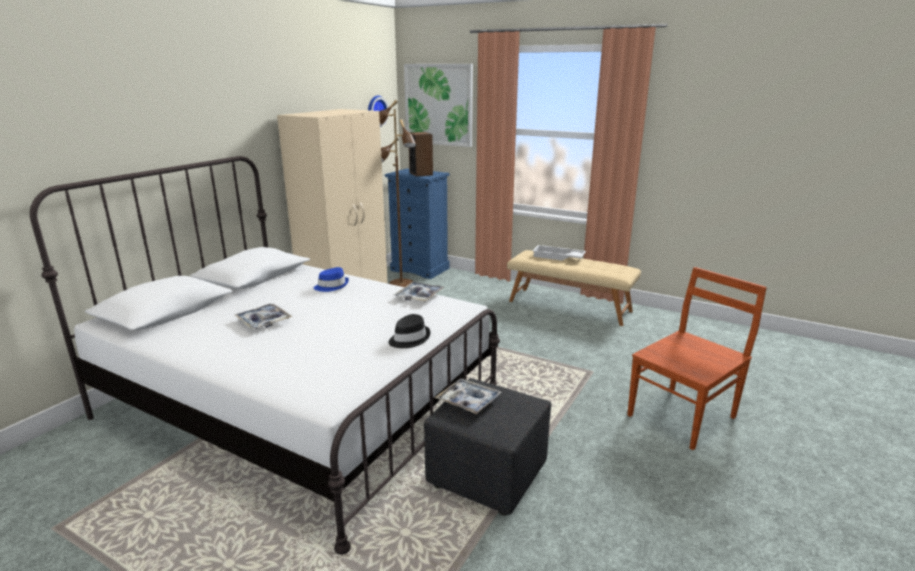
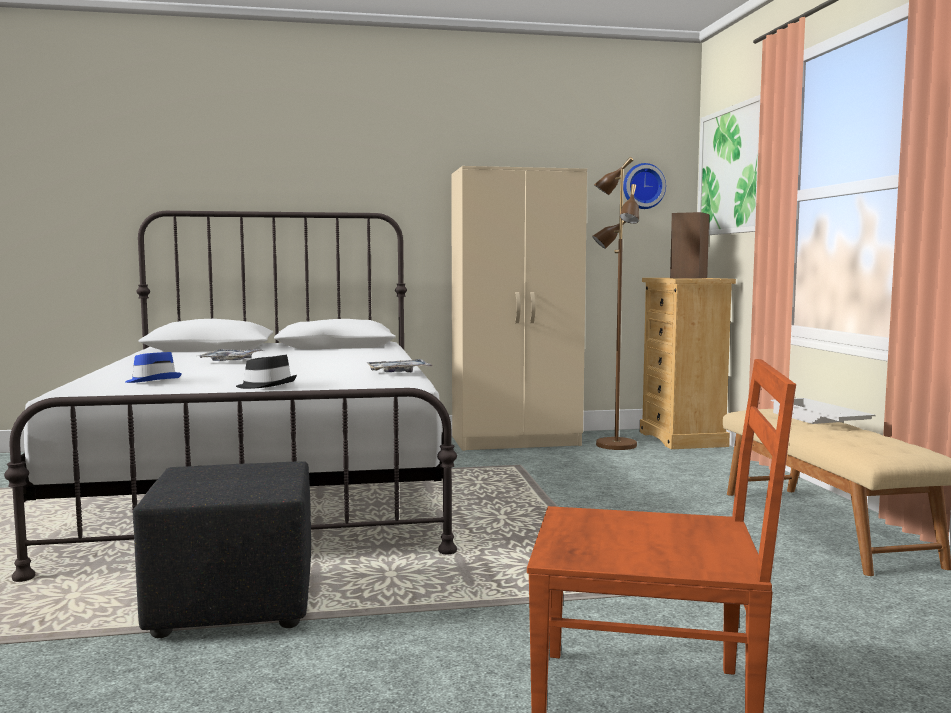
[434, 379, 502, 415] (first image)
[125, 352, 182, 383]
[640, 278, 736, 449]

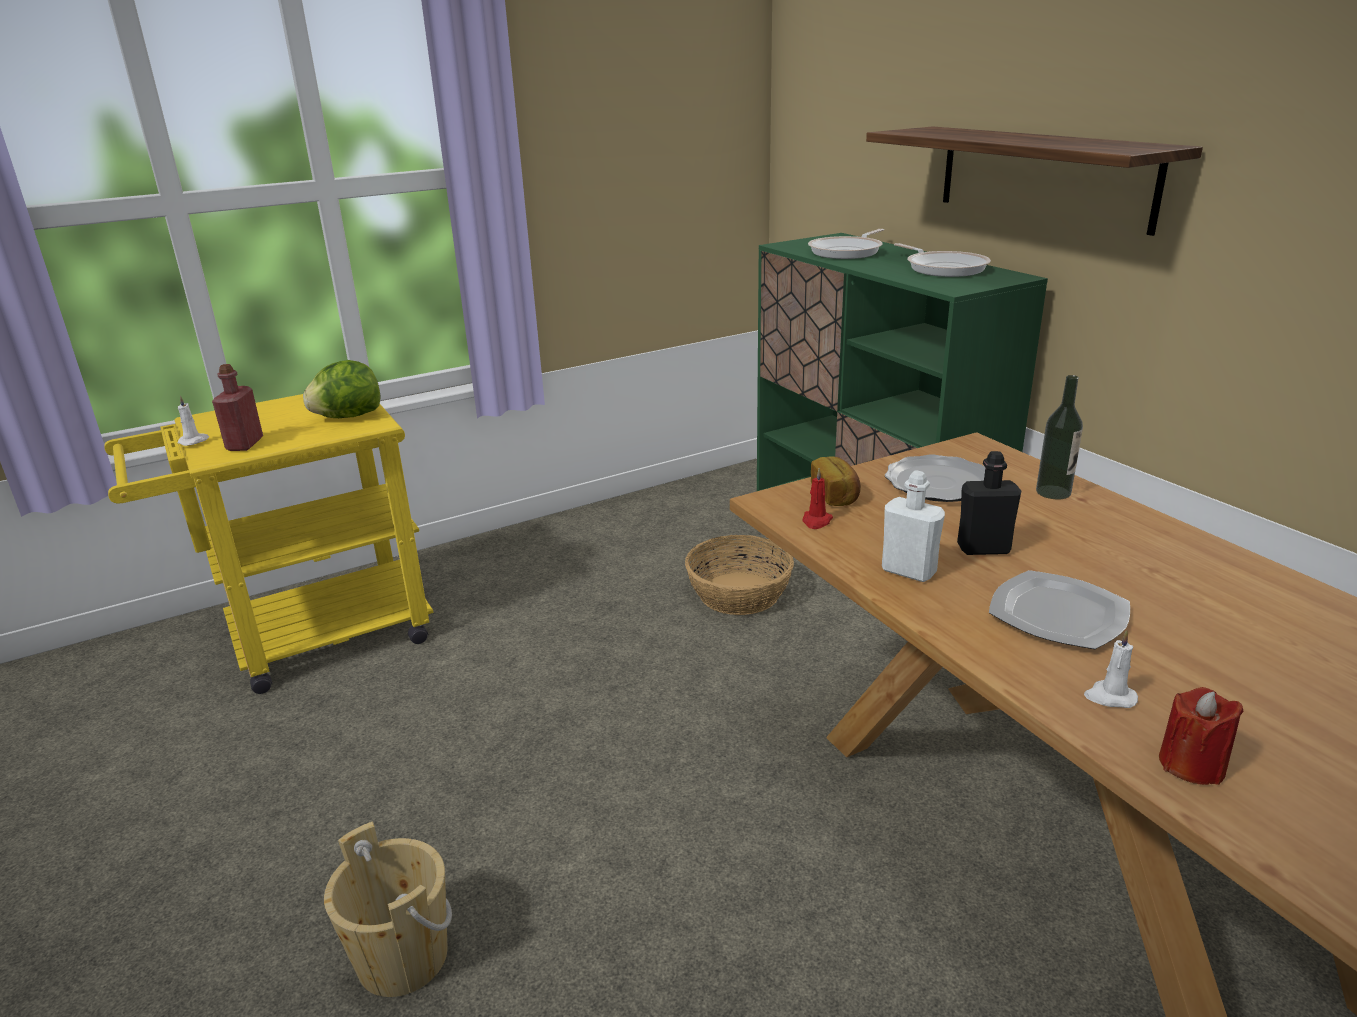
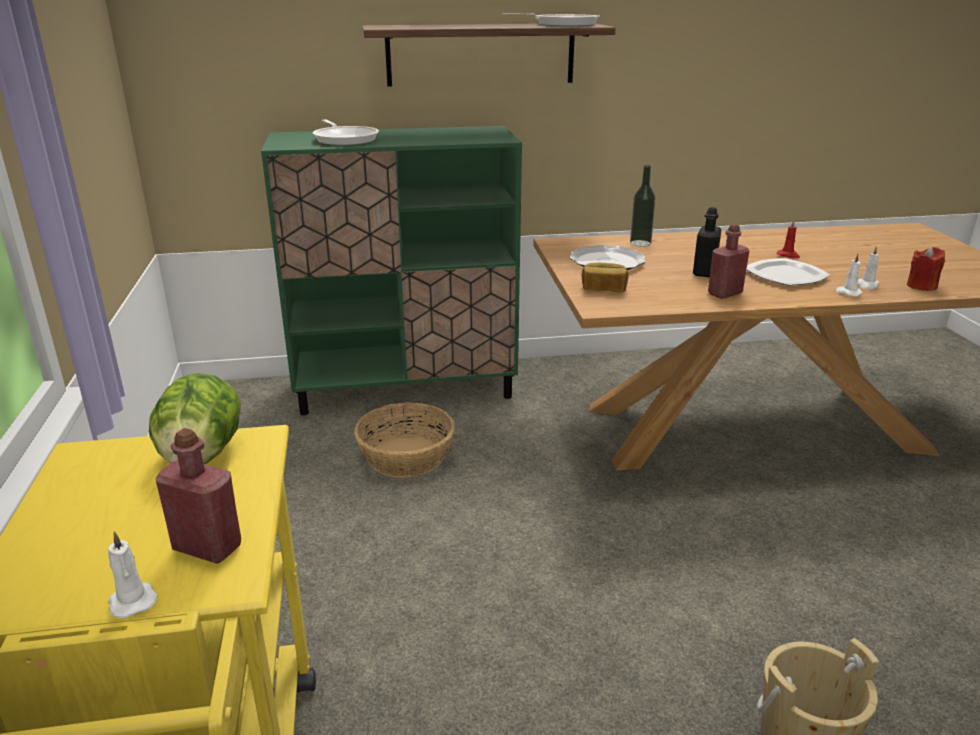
[836, 254, 863, 297]
[777, 220, 800, 258]
[502, 13, 600, 26]
[708, 224, 749, 299]

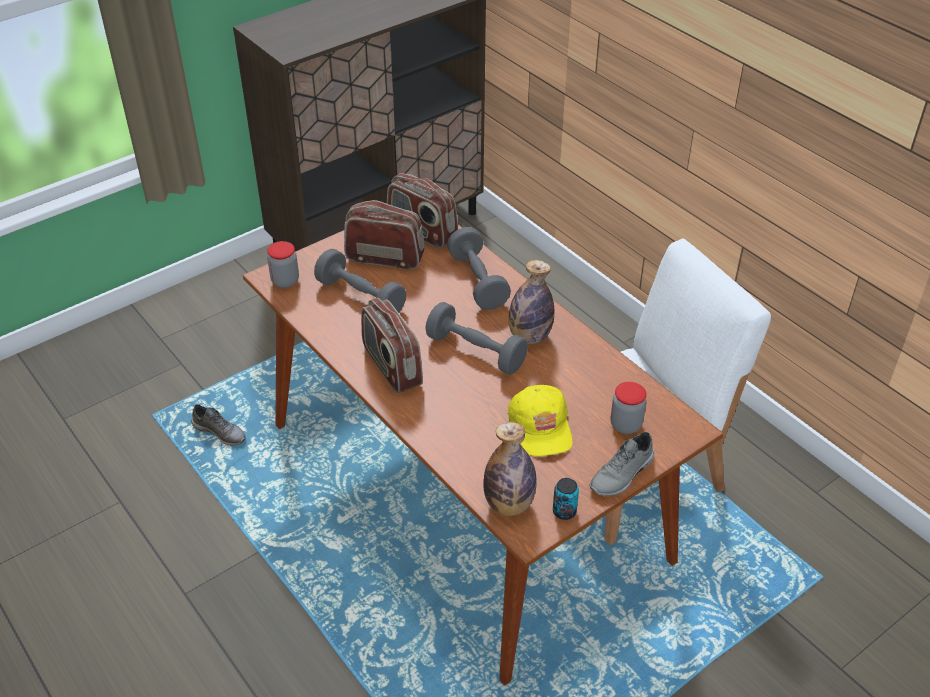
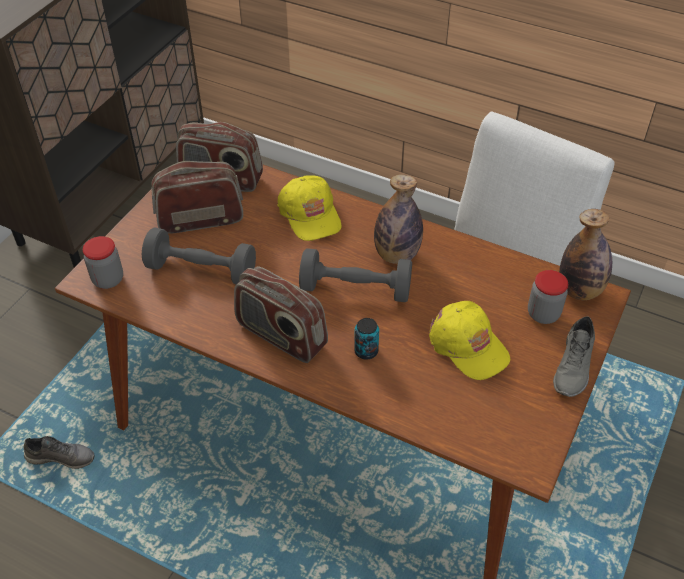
[559, 209, 612, 300]
[354, 318, 379, 360]
[277, 175, 342, 241]

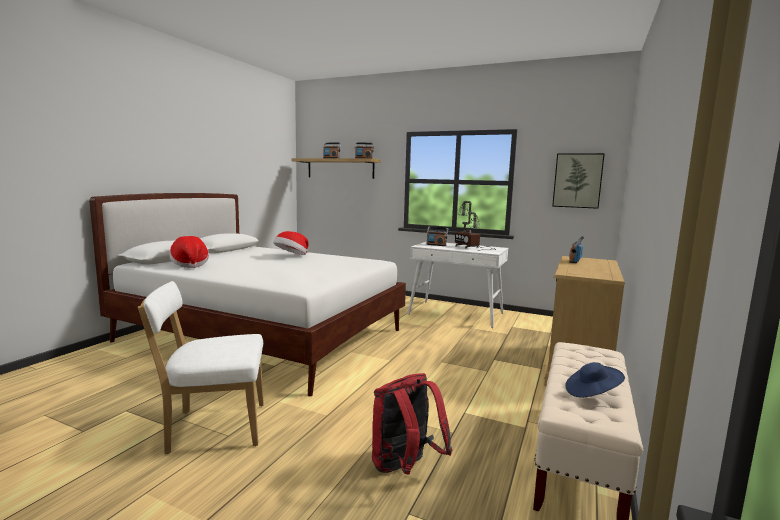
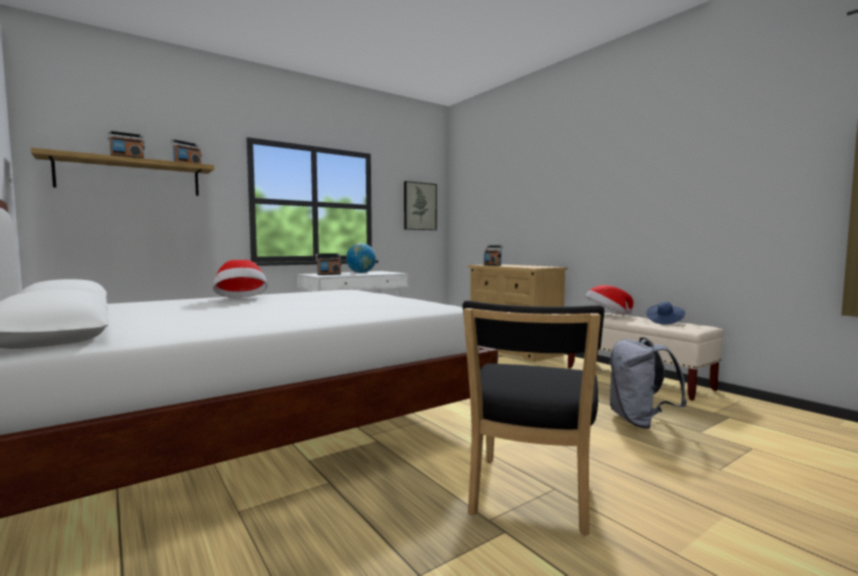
[585, 285, 633, 315]
[346, 243, 376, 273]
[463, 301, 604, 535]
[609, 337, 687, 429]

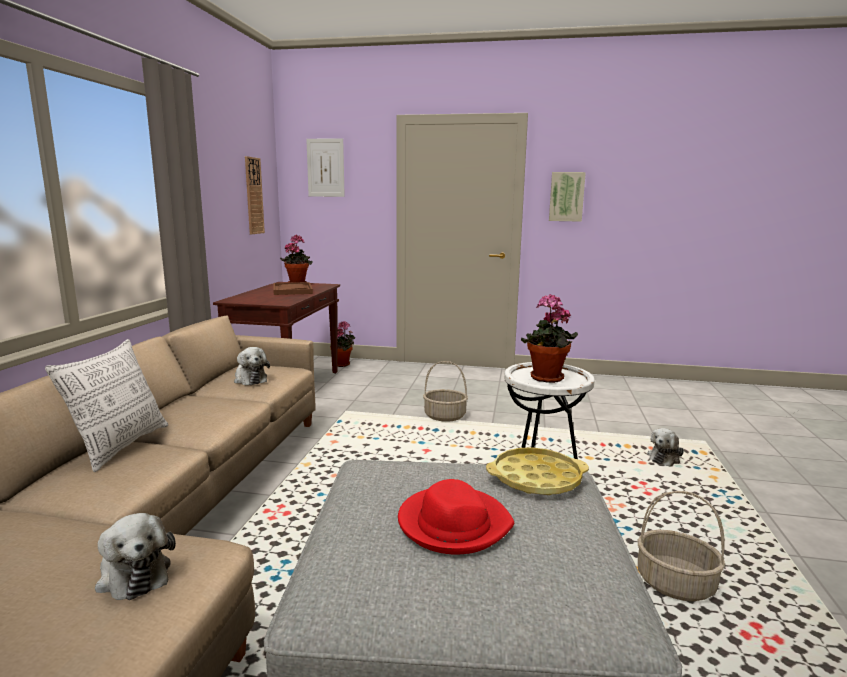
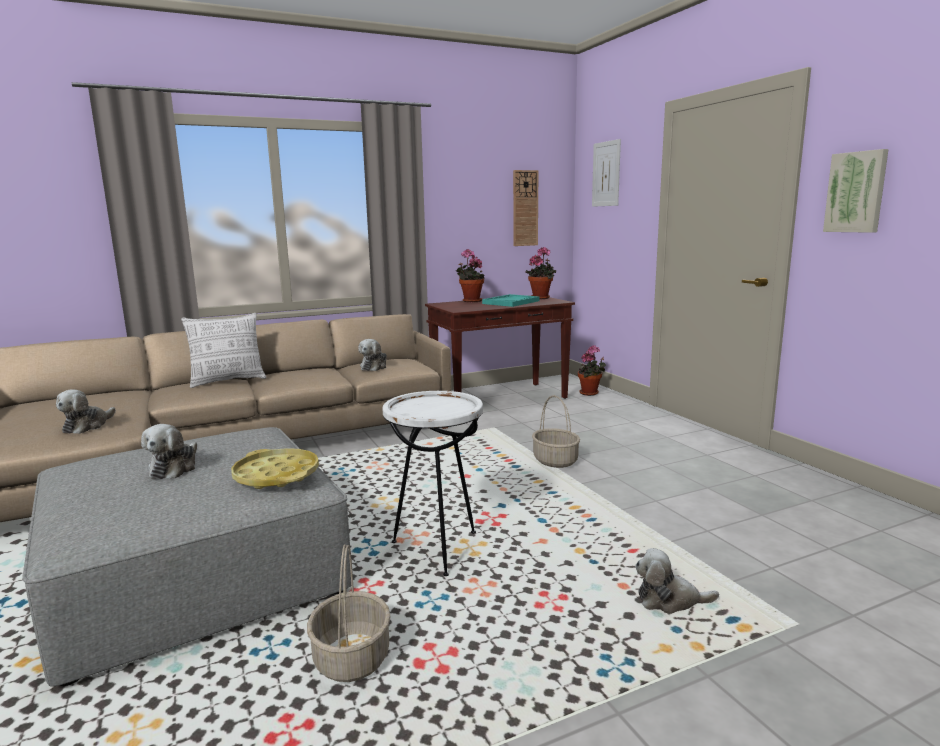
[456, 249, 484, 302]
[141, 424, 197, 479]
[482, 294, 540, 307]

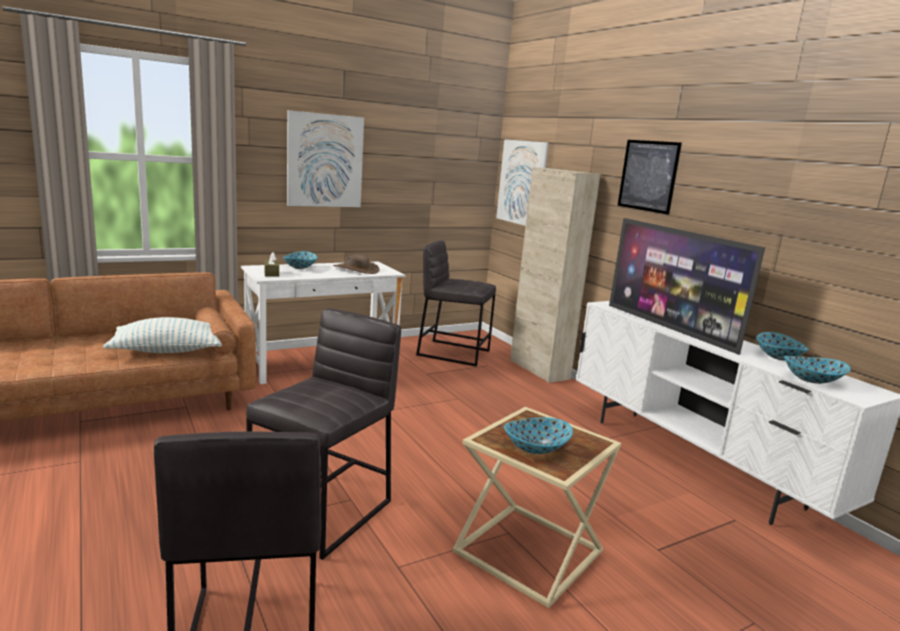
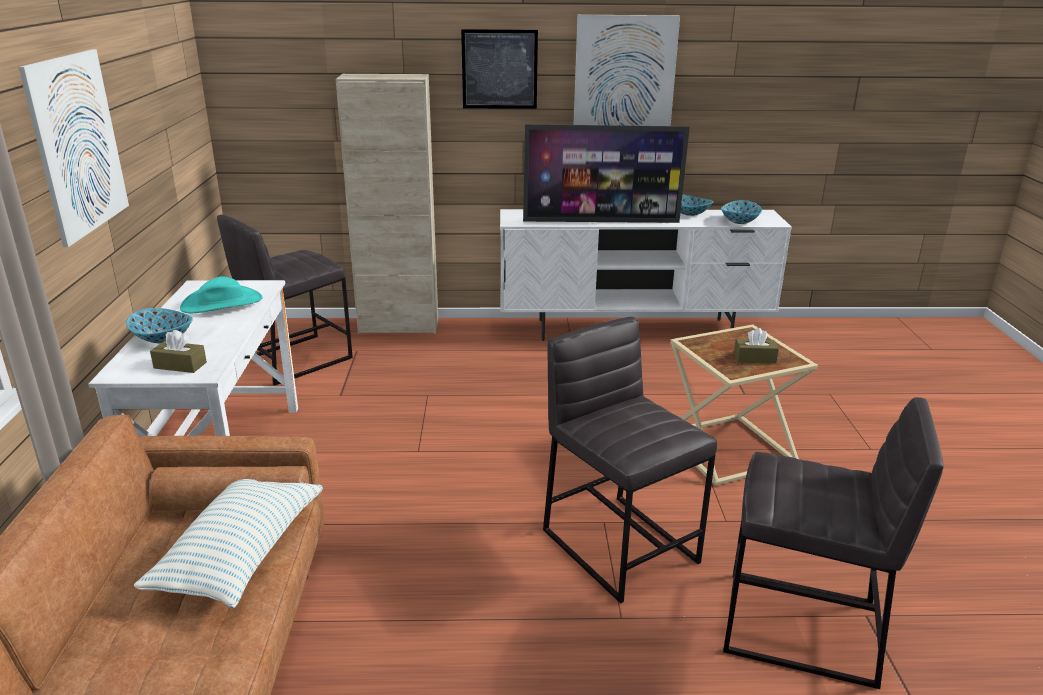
[574, 15, 680, 126]
[734, 328, 779, 364]
[180, 276, 263, 313]

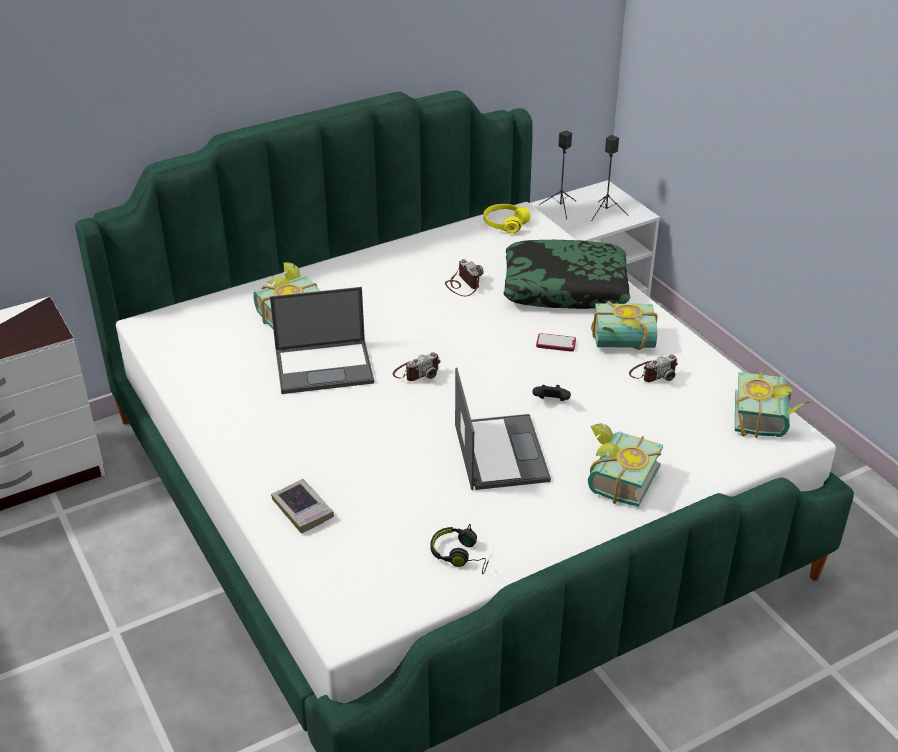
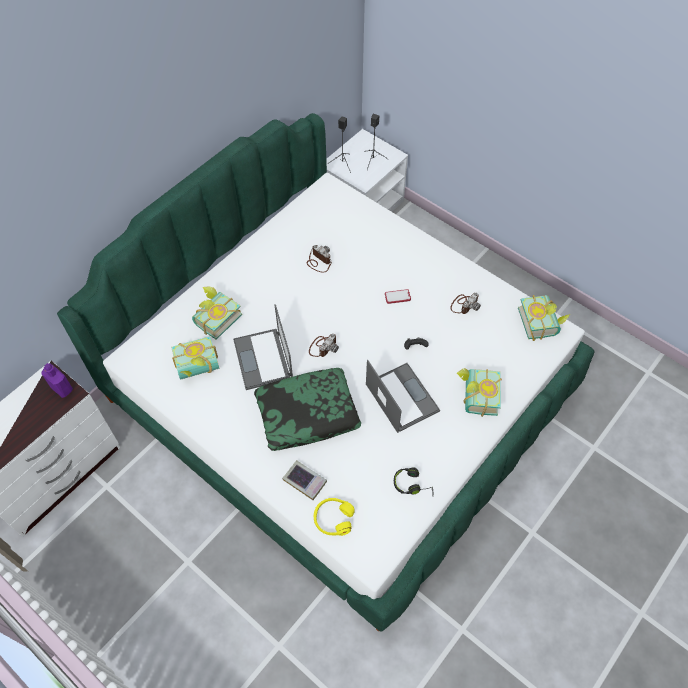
[41, 363, 73, 398]
[314, 498, 355, 536]
[254, 368, 361, 451]
[171, 336, 220, 380]
[233, 304, 293, 390]

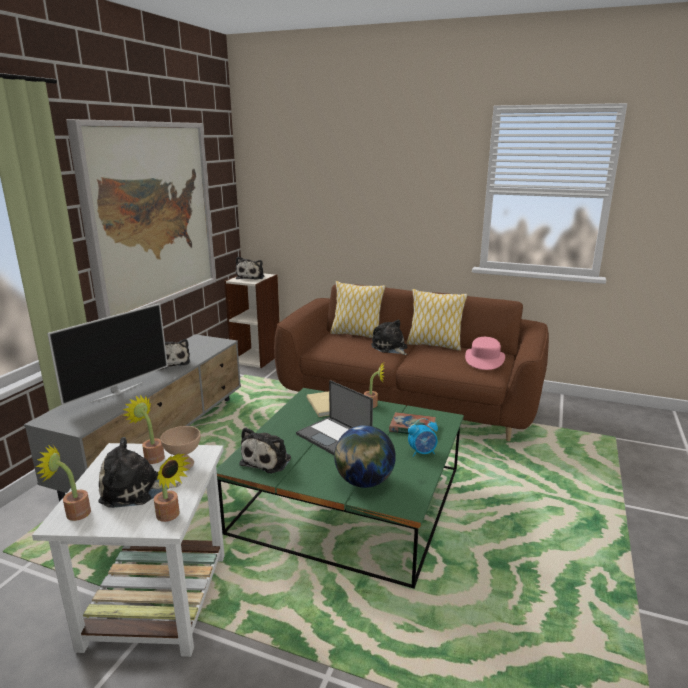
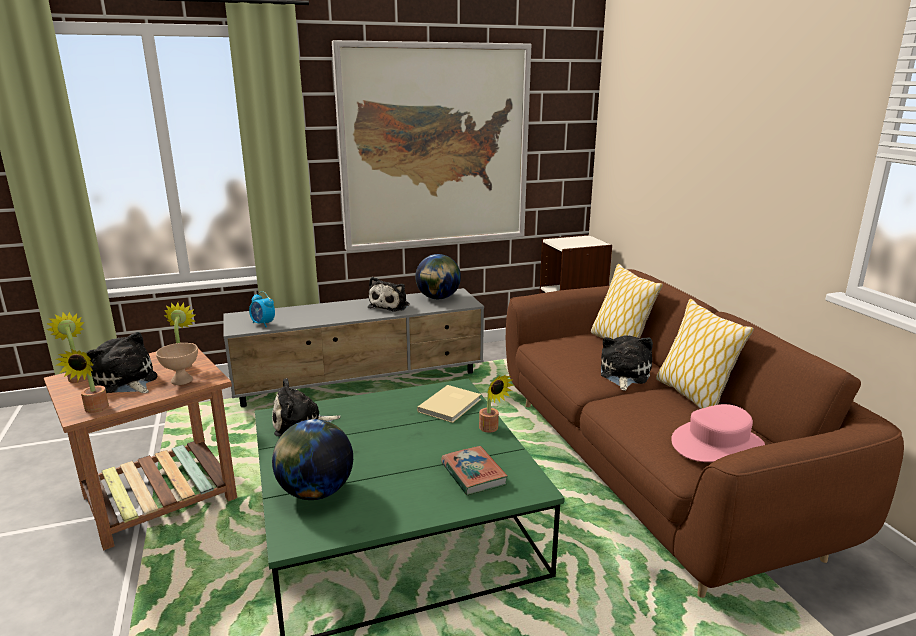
[47, 303, 168, 405] (first image)
[236, 257, 264, 280] (first image)
[296, 380, 373, 455] (first image)
[415, 254, 461, 299]
[249, 291, 275, 327]
[44, 343, 237, 550]

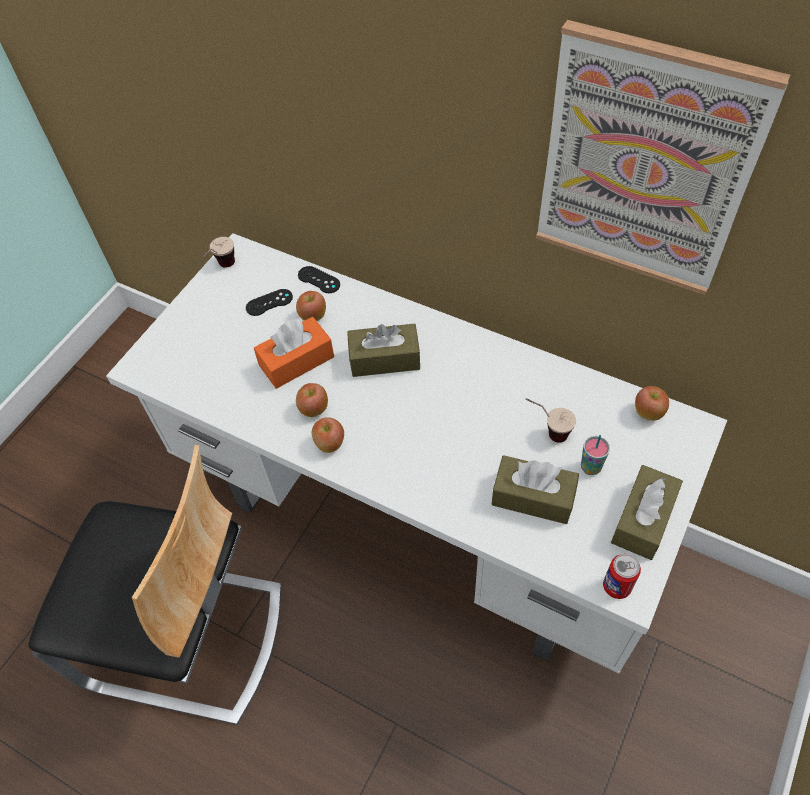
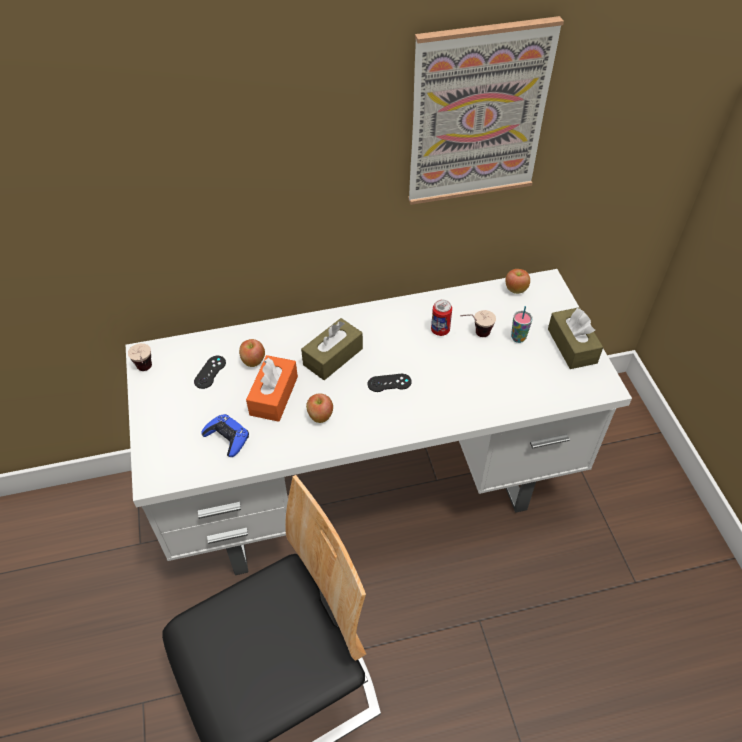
[312, 417, 344, 453] (first image)
[492, 455, 579, 524] (first image)
[202, 414, 249, 457]
[368, 374, 412, 392]
[431, 300, 452, 336]

